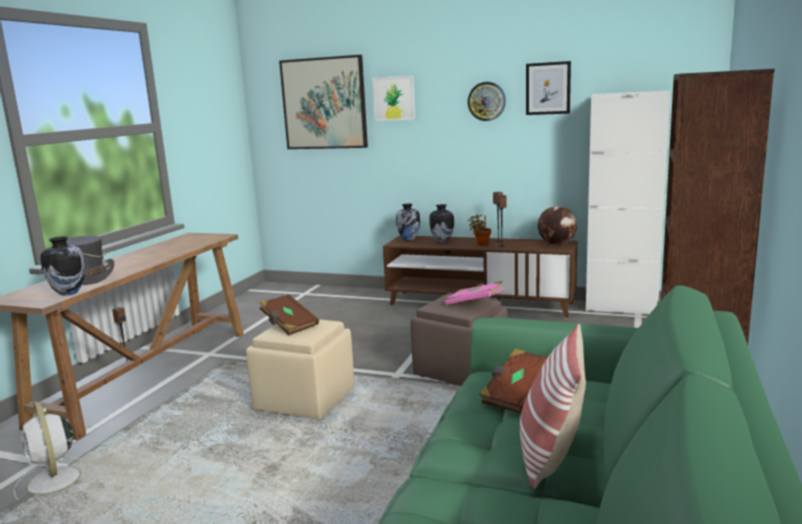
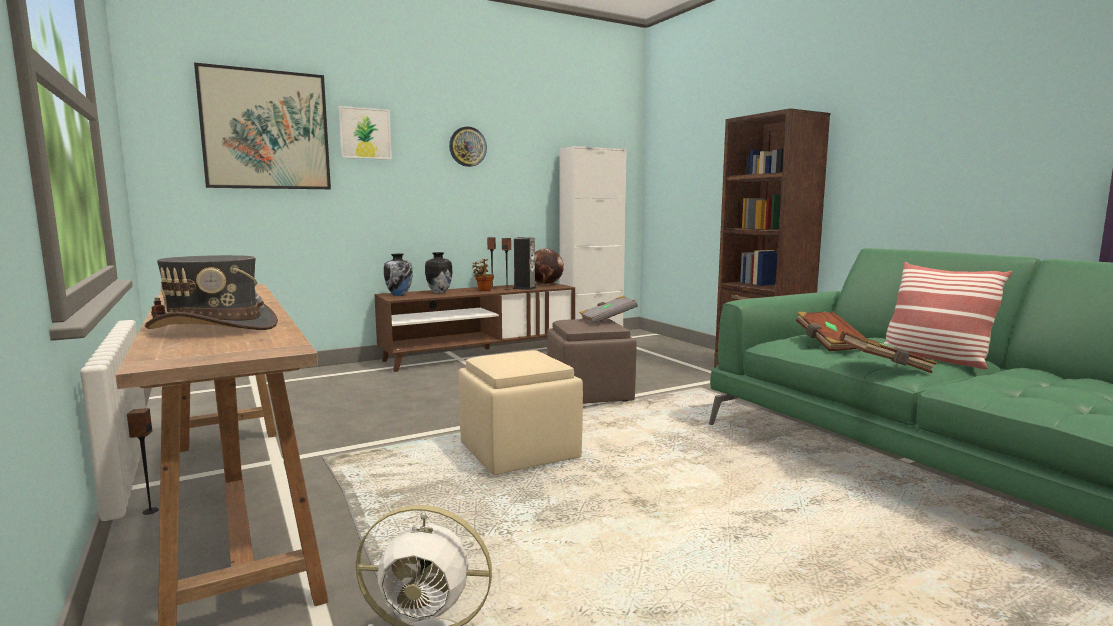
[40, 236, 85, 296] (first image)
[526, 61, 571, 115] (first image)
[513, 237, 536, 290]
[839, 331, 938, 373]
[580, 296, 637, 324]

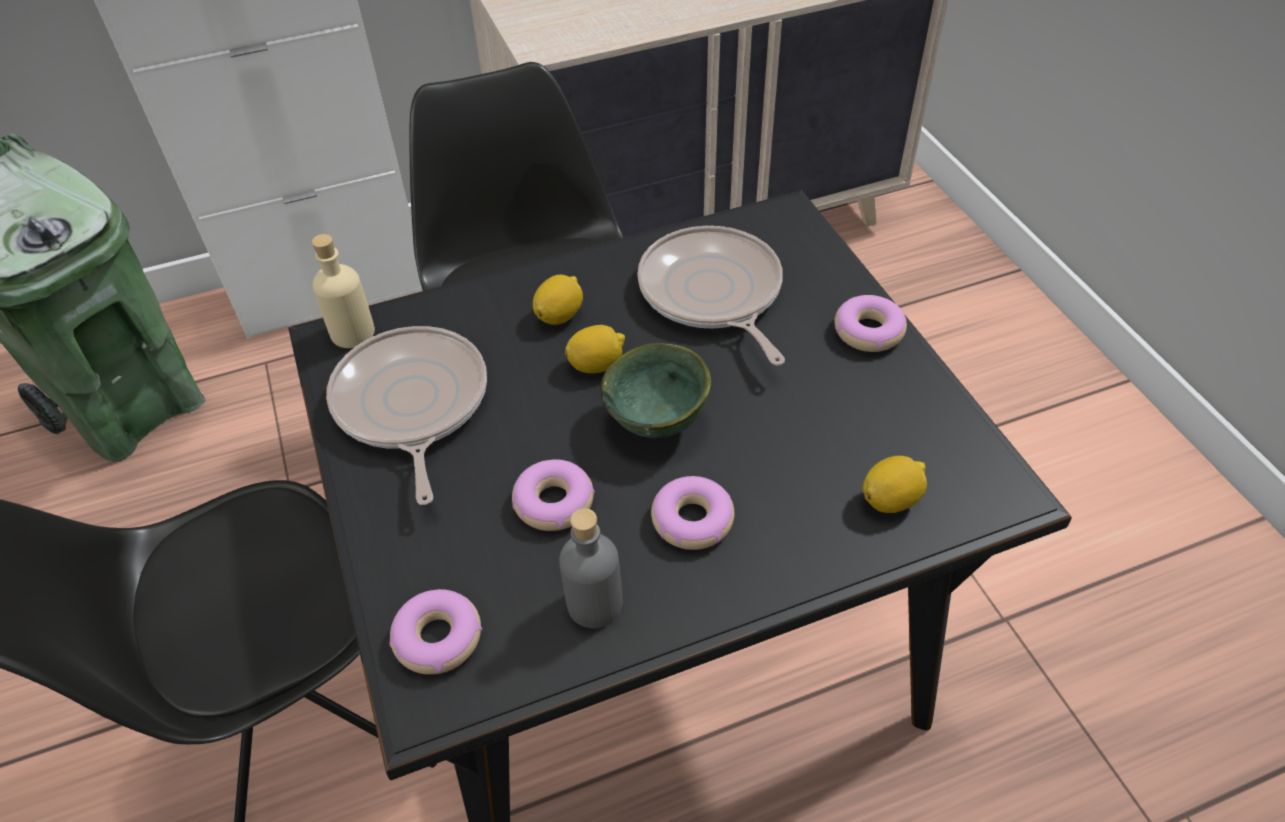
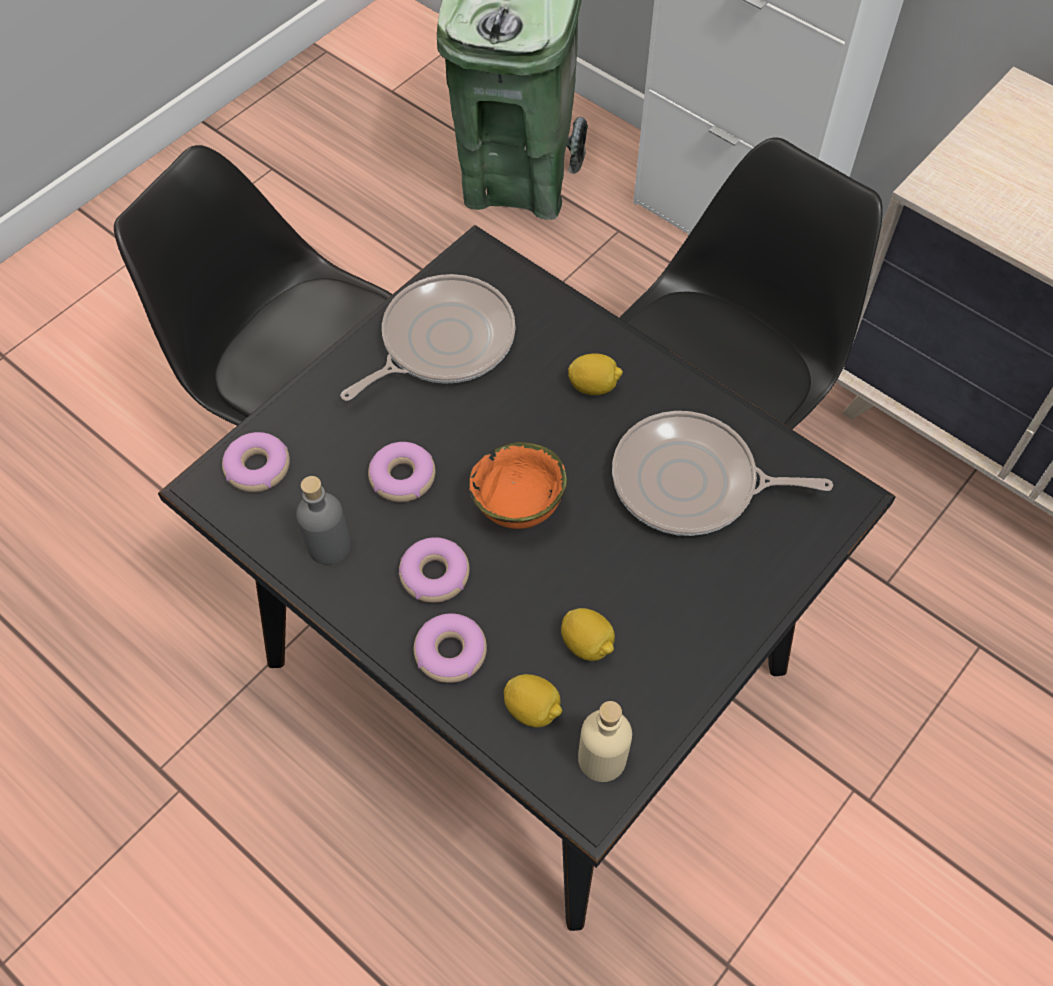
[578, 701, 632, 782]
[561, 608, 615, 661]
[414, 613, 487, 683]
[469, 442, 567, 529]
[612, 411, 833, 536]

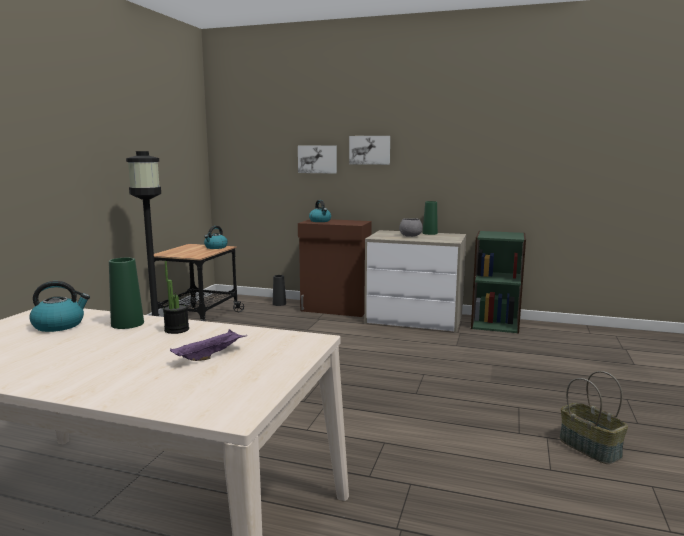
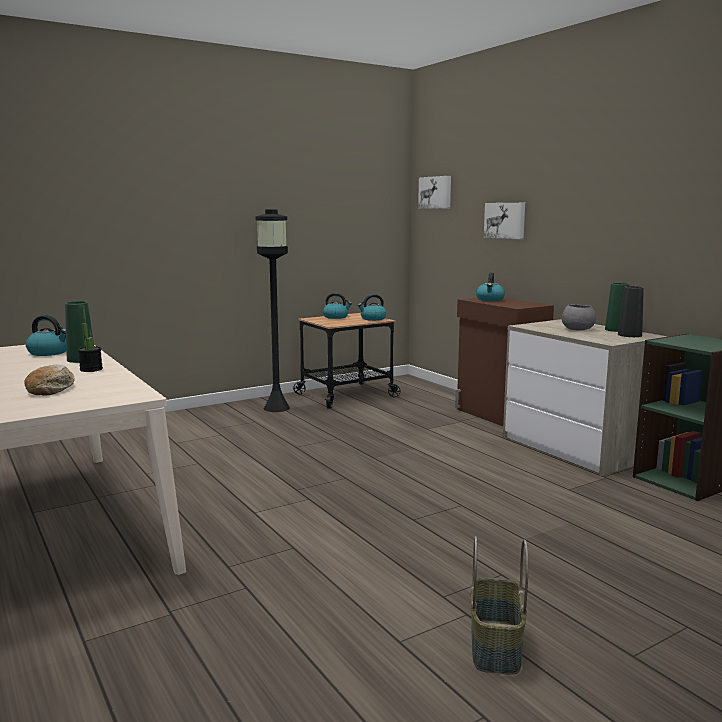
[323, 293, 352, 319]
[618, 286, 644, 337]
[418, 176, 451, 209]
[25, 365, 75, 395]

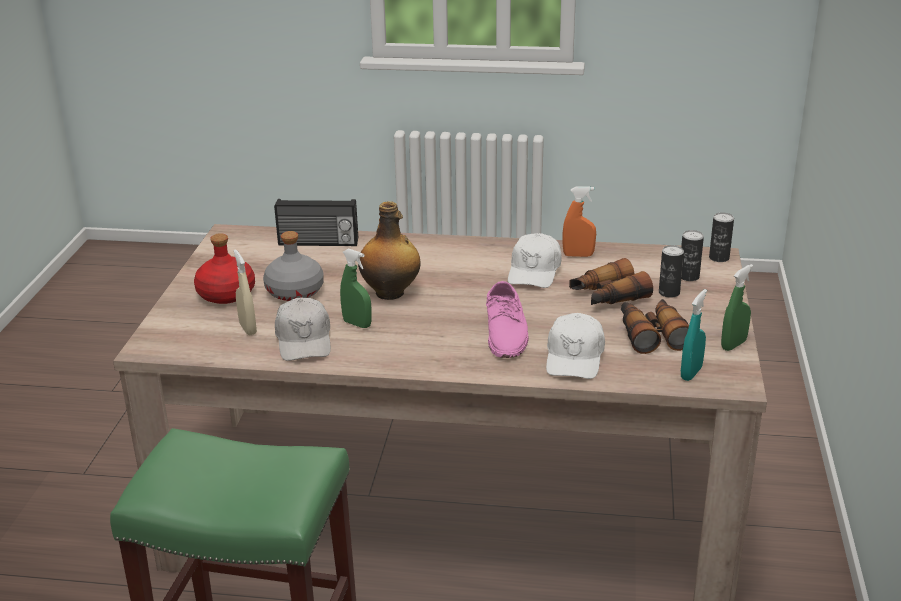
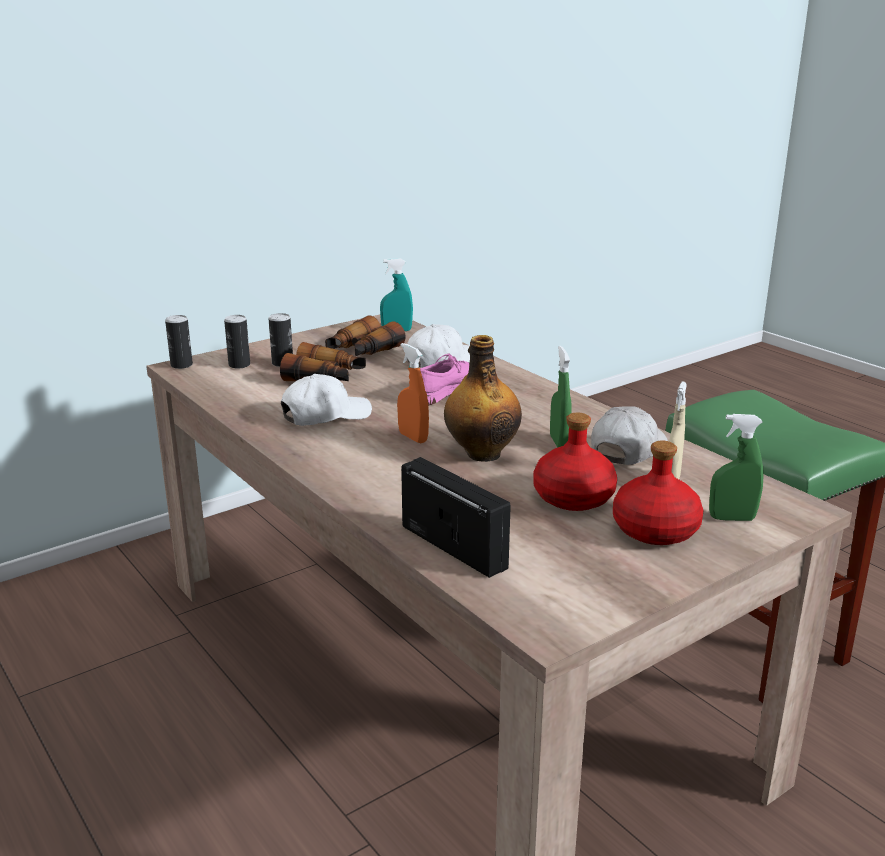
[397, 343, 429, 443]
[709, 414, 763, 521]
[533, 412, 617, 511]

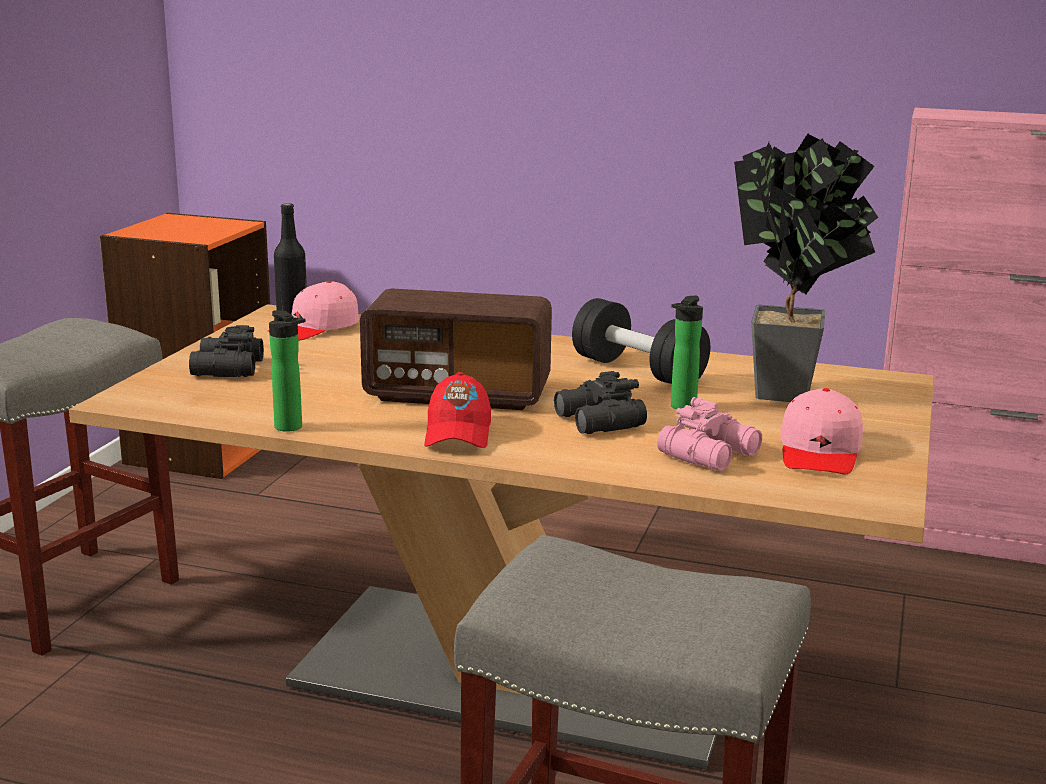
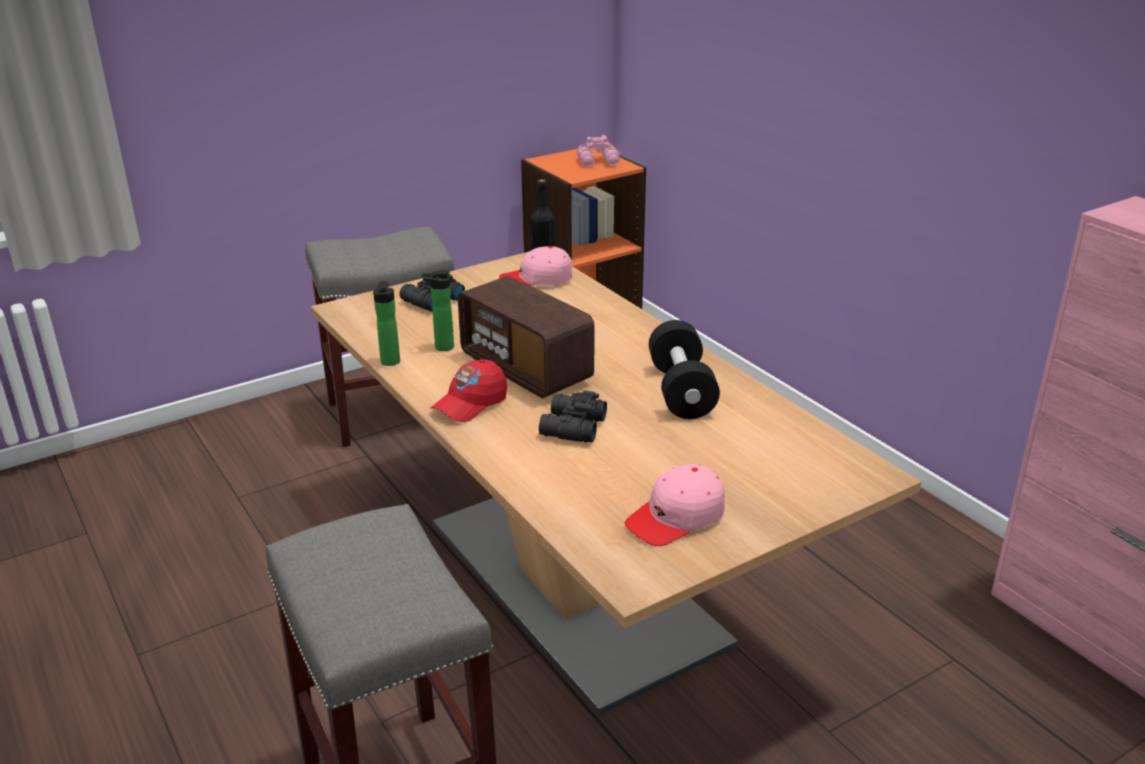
[734, 134, 878, 402] (first image)
[577, 135, 620, 167]
[421, 270, 454, 351]

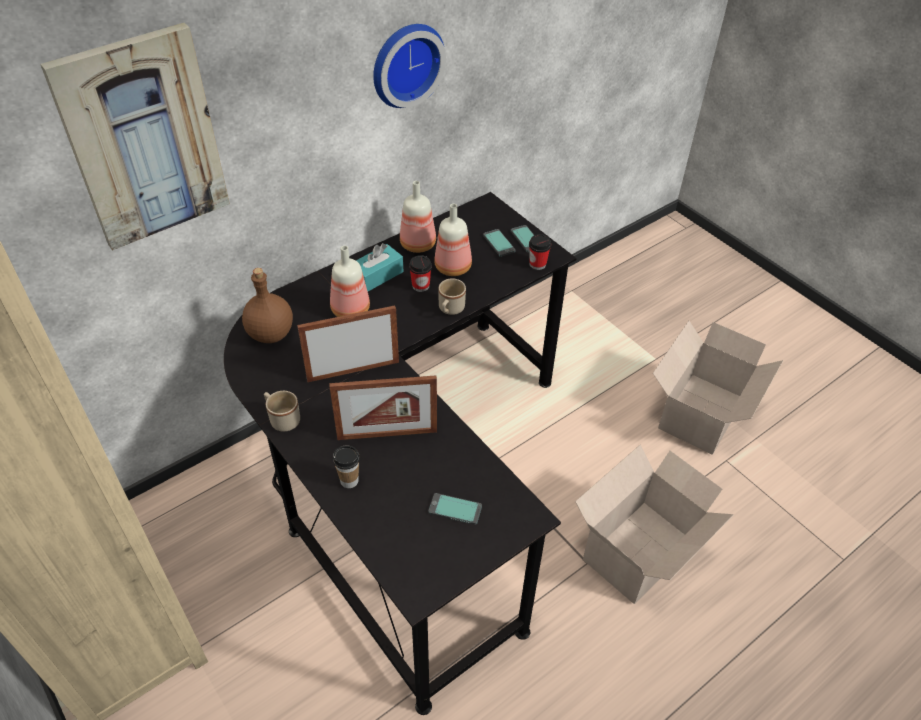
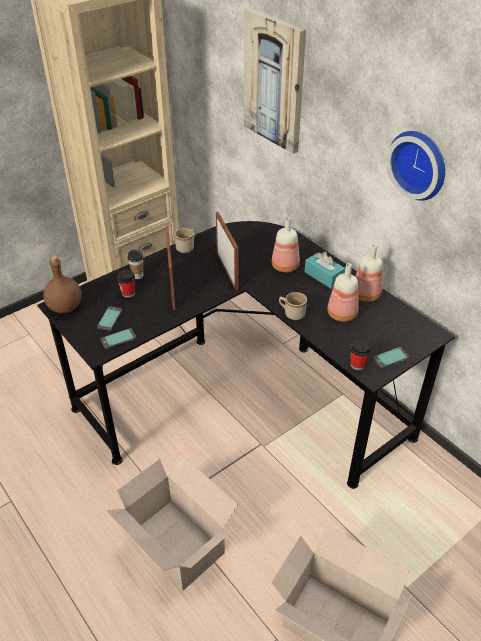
[43, 256, 81, 313]
[117, 270, 135, 298]
[100, 328, 136, 349]

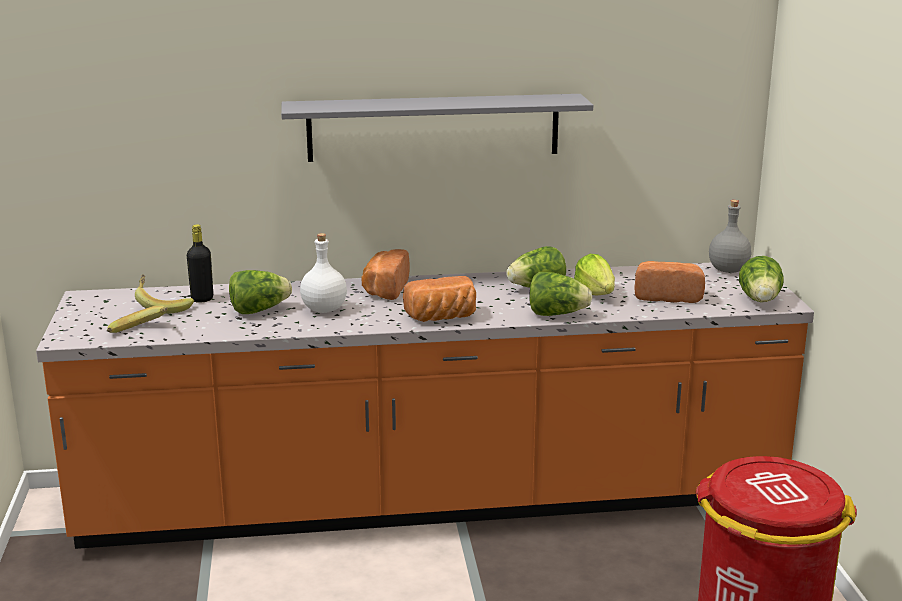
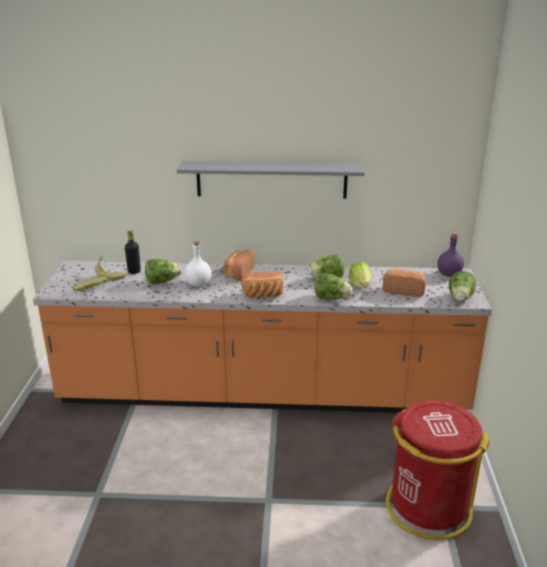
[437, 233, 464, 277]

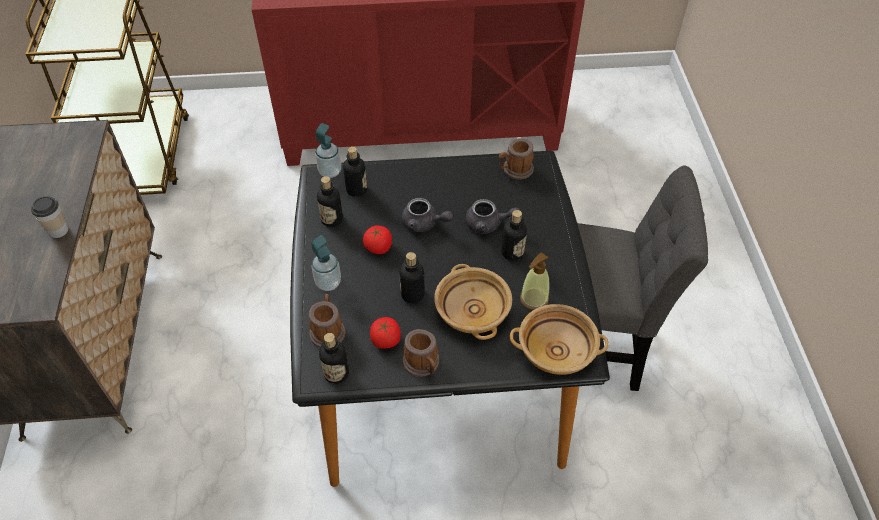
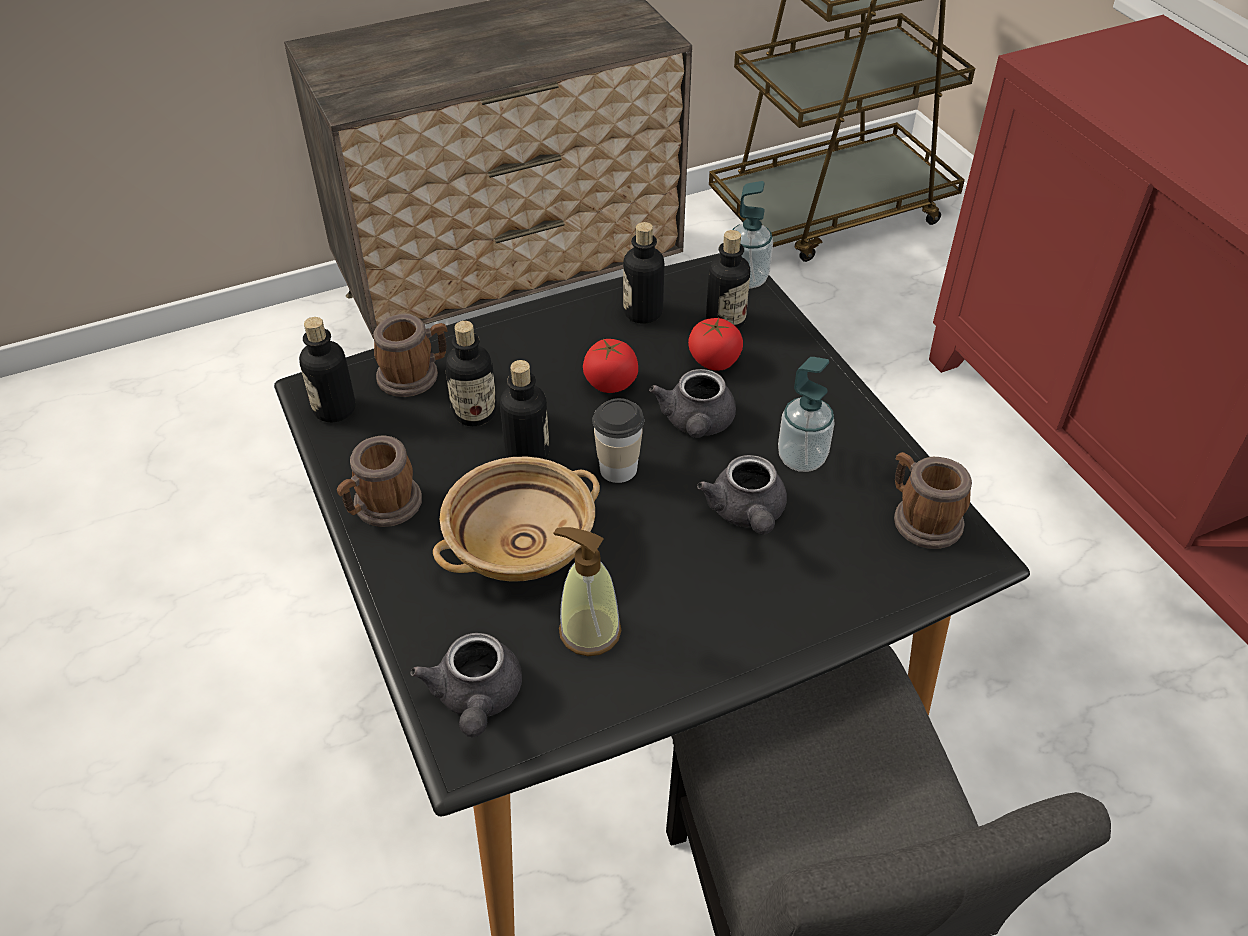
[592, 398, 644, 483]
[778, 357, 835, 472]
[688, 318, 743, 371]
[445, 321, 497, 426]
[410, 633, 522, 737]

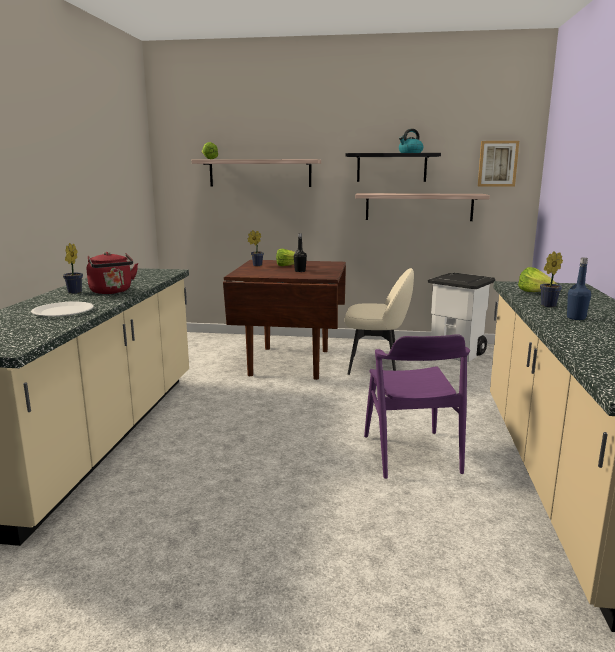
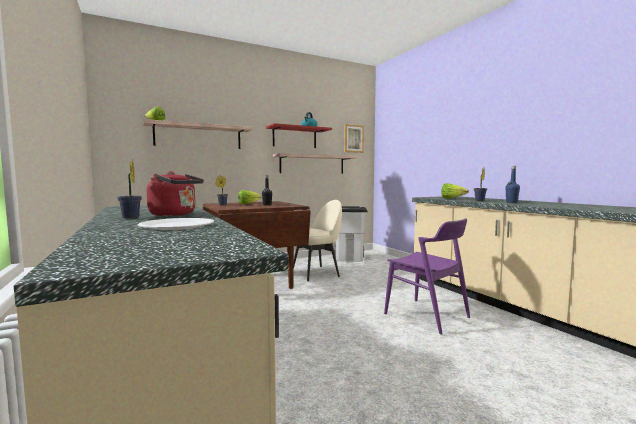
[266, 123, 332, 148]

